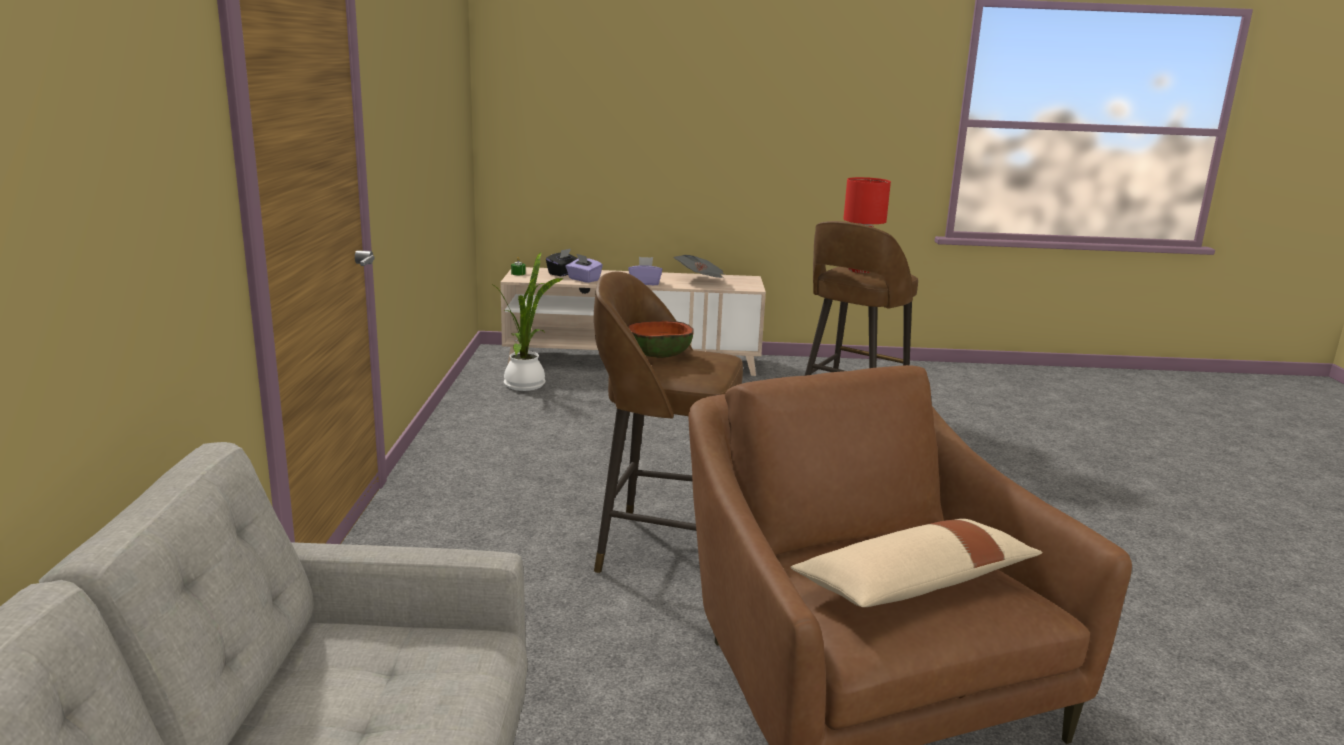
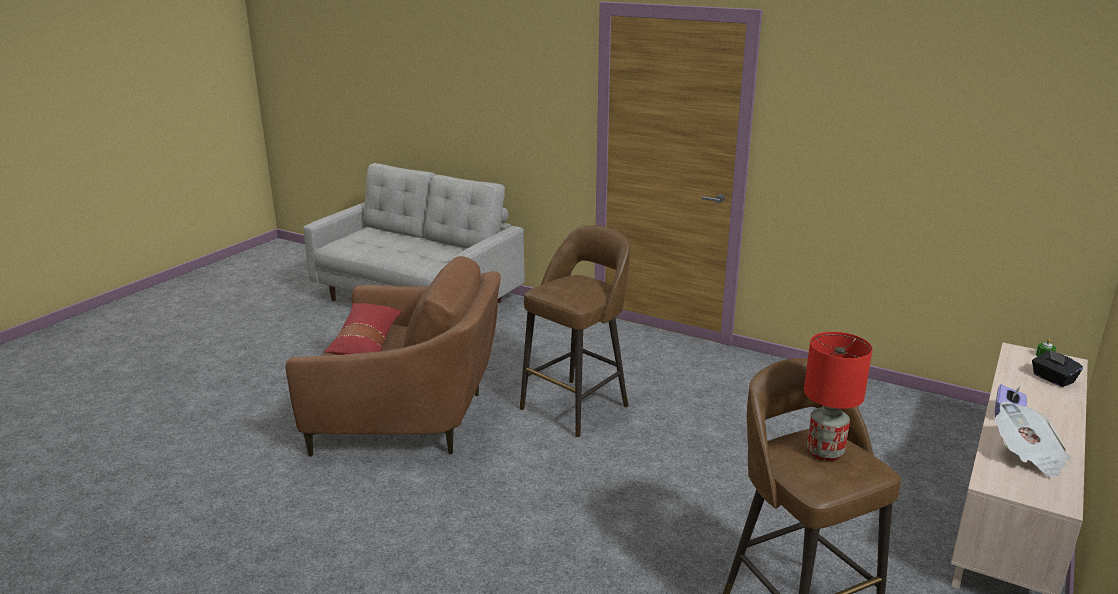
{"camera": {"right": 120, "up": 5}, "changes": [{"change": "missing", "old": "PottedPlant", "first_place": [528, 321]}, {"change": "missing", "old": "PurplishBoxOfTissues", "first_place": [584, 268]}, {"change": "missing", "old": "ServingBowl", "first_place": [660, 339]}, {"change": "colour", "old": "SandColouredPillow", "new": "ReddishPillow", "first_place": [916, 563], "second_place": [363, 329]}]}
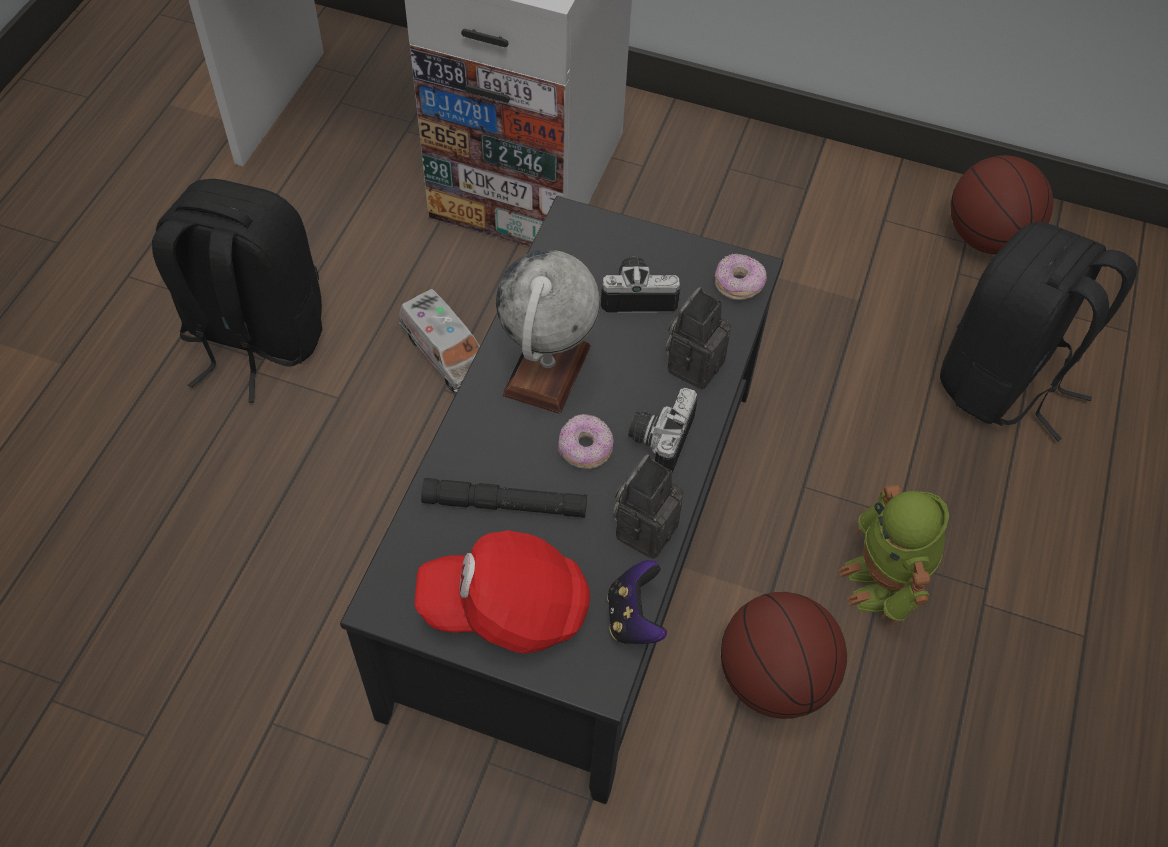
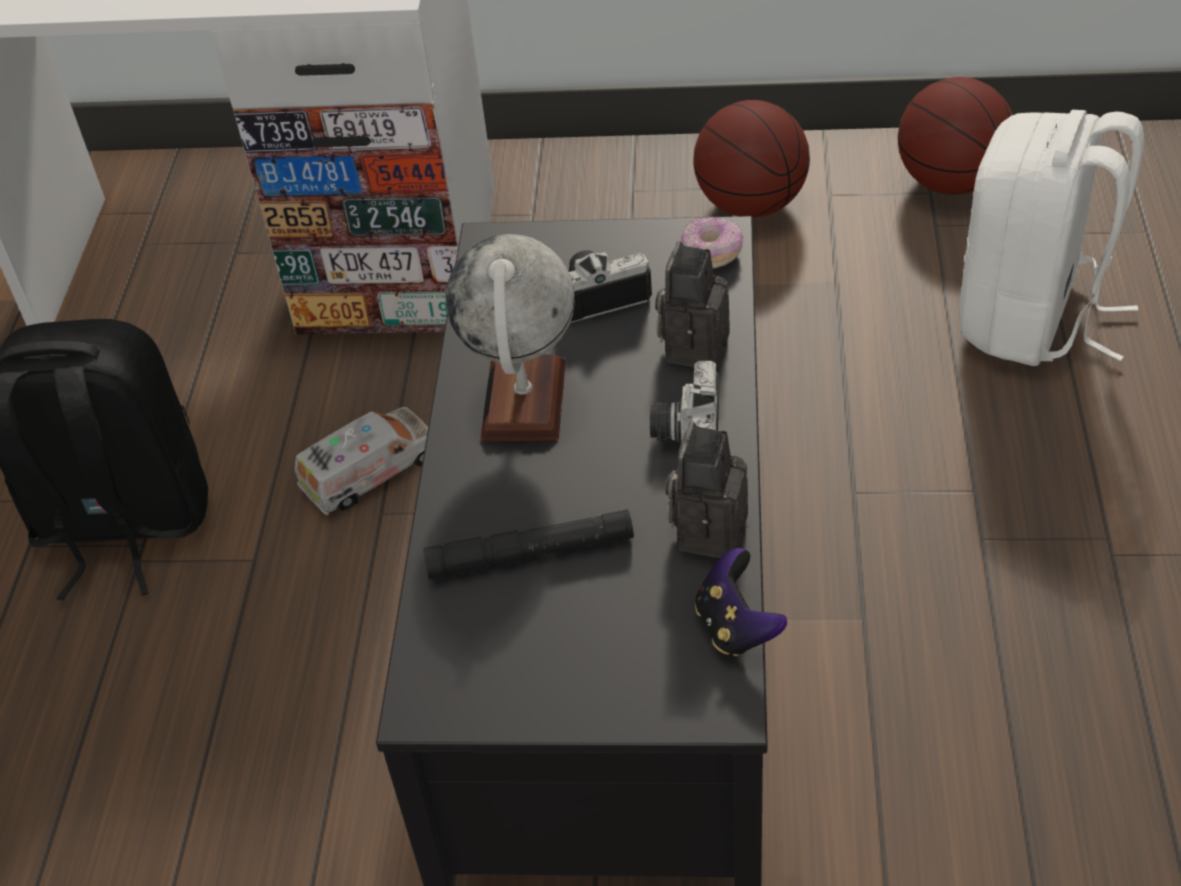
{"camera": {"right": -10, "up": -10}, "changes": [{"change": "spun", "old": "ModelTruck", "first_place": [439, 341], "second_place": [361, 461], "degrees": -75}, {"change": "missing", "old": "ReddishCap", "first_place": [502, 592]}, {"change": "missing", "old": "Donut", "first_place": [586, 441]}, {"change": "relocated", "old": "BallForBasketball", "first_place": [784, 655], "second_place": [751, 158]}, {"change": "missing", "old": "ModelRobot", "first_place": [893, 555]}, {"change": "colour", "old": "BlackishRucksack", "new": "WhiteRucksack", "first_place": [1038, 331], "second_place": [1051, 238]}]}
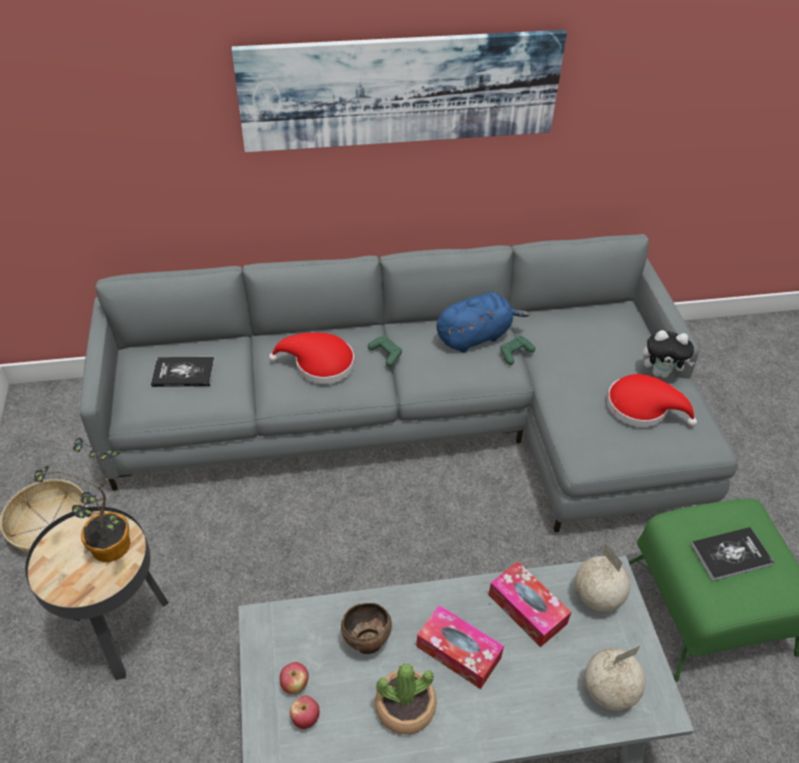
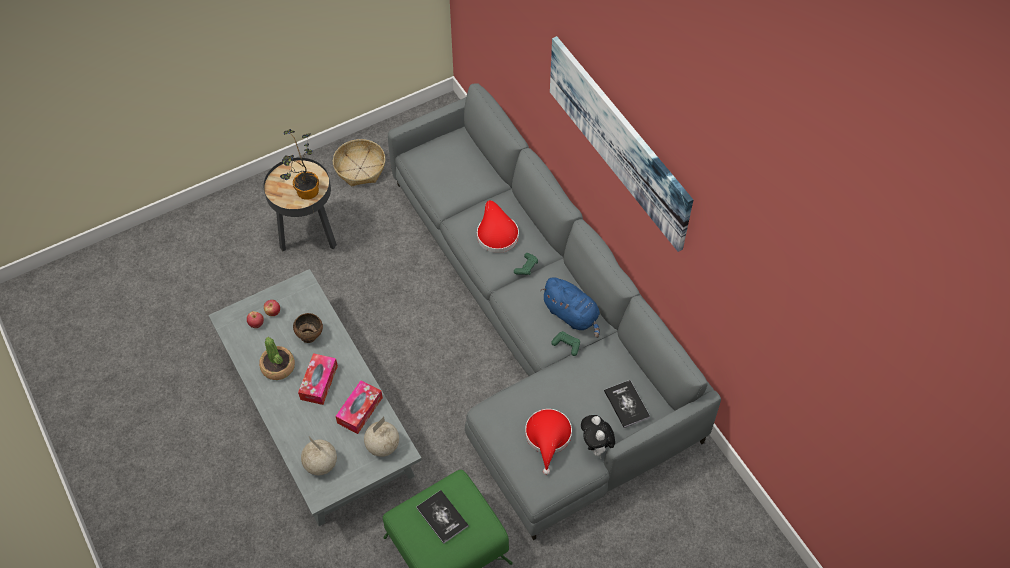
{"camera": {"right": 70, "up": 10}, "changes": [{"change": "relocated", "old": "BoundBook", "first_place": [183, 372], "second_place": [627, 404]}]}
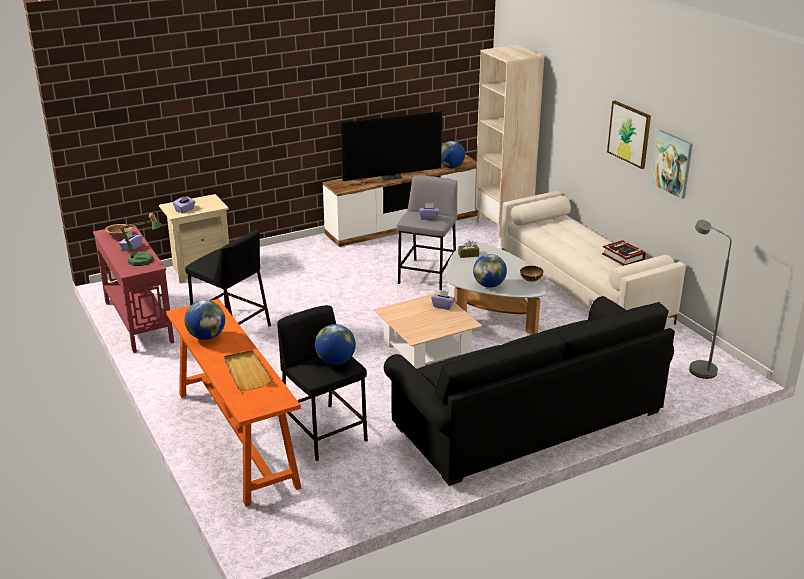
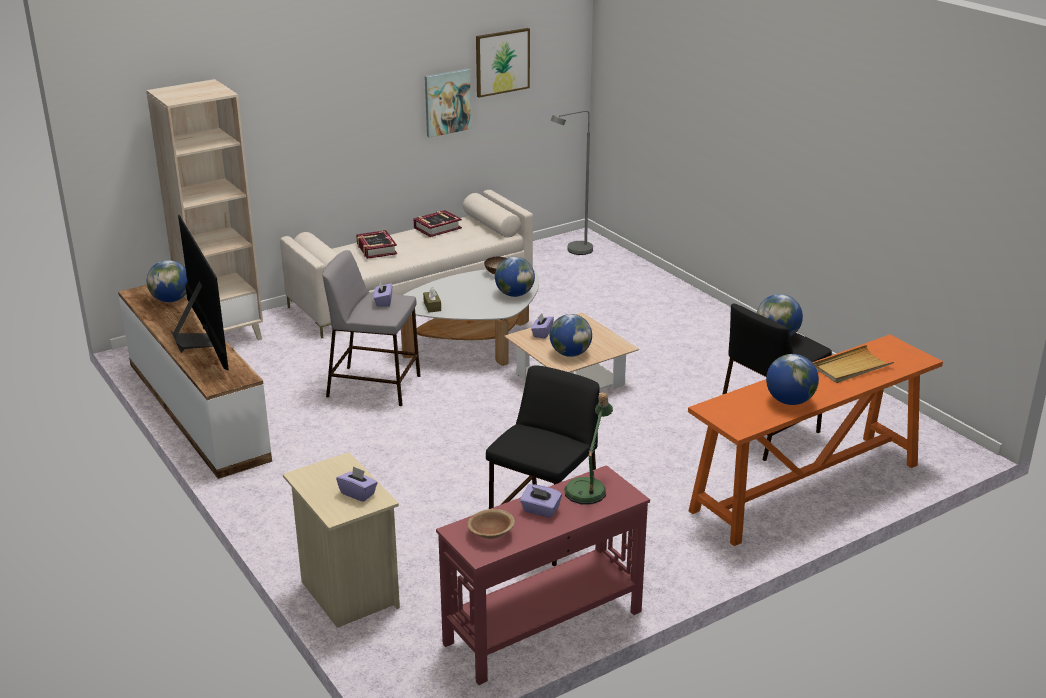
{"camera": {"right": -95, "up": 0}, "changes": [{"change": "missing", "old": "BlackishSettee", "first_place": [529, 391]}, {"change": "relocated", "old": "WallPicture", "first_place": [629, 135], "second_place": [503, 63]}, {"change": "appeared", "new": "BoundBook", "second_place": [376, 244]}, {"change": "appeared", "new": "WorldGlobe", "second_place": [571, 335]}]}
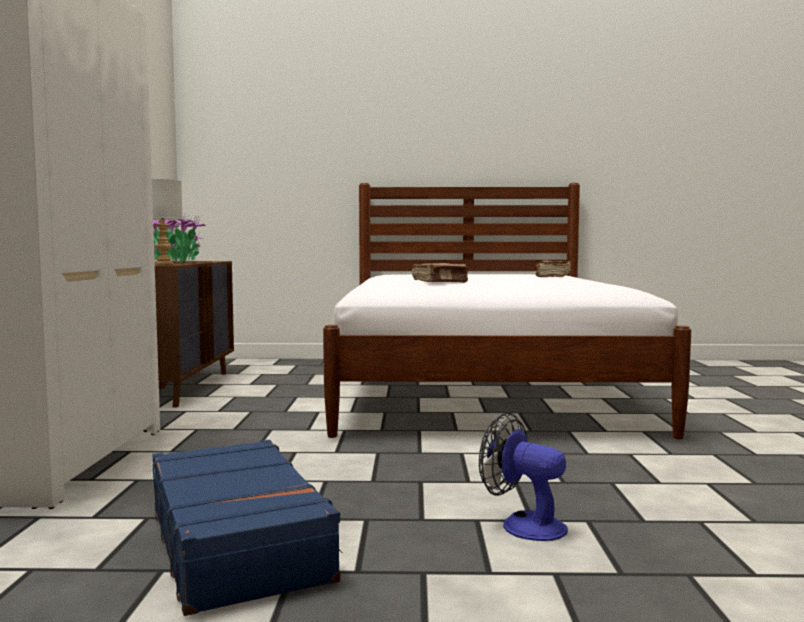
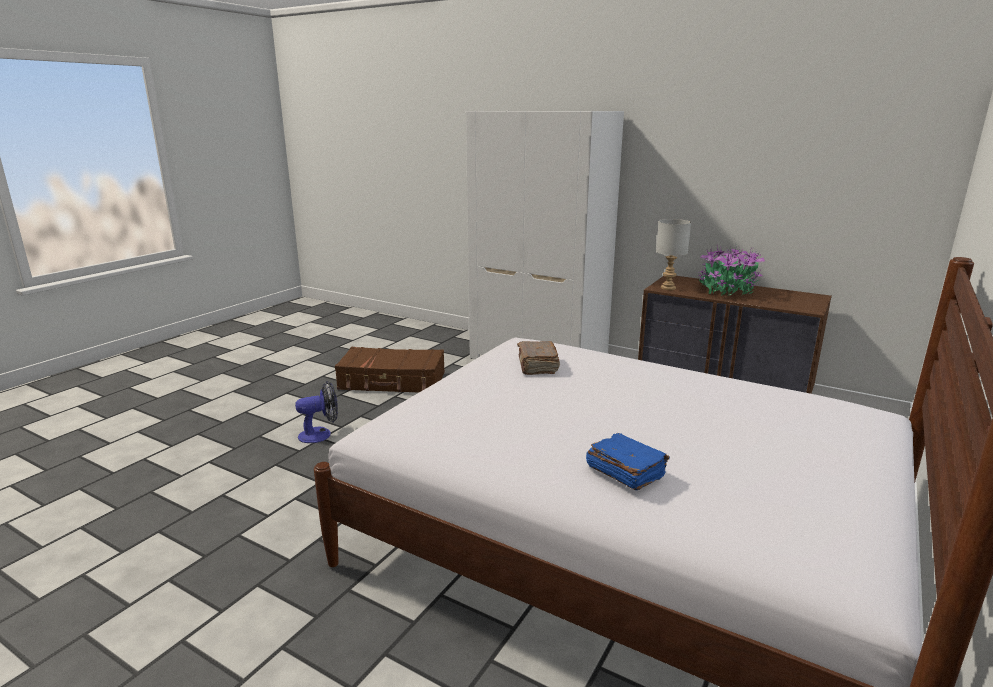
{"camera": {"right": 120, "up": 15}, "changes": [{"change": "colour", "old": "BlueColouredTravelCase", "new": "BrownColouredTravelCase", "first_place": [248, 528], "second_place": [390, 369]}, {"change": "colour", "old": "BrownColouredBoundBook", "new": "BlueColouredBoundBook", "first_place": [553, 268], "second_place": [628, 461]}]}
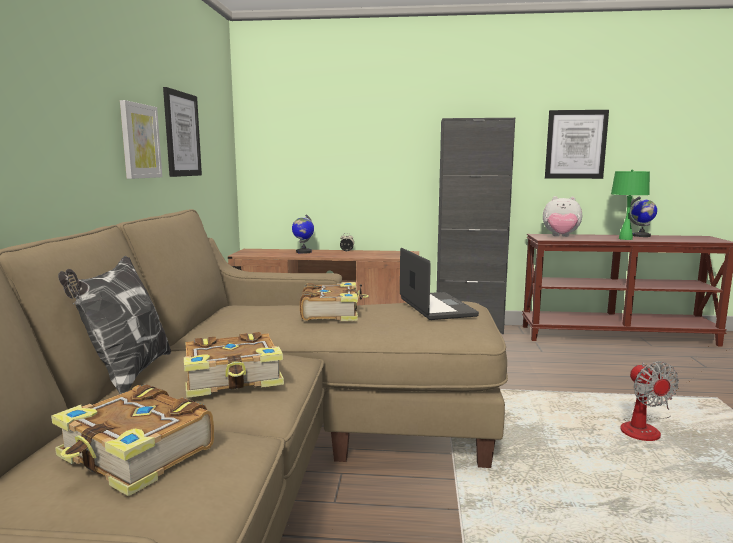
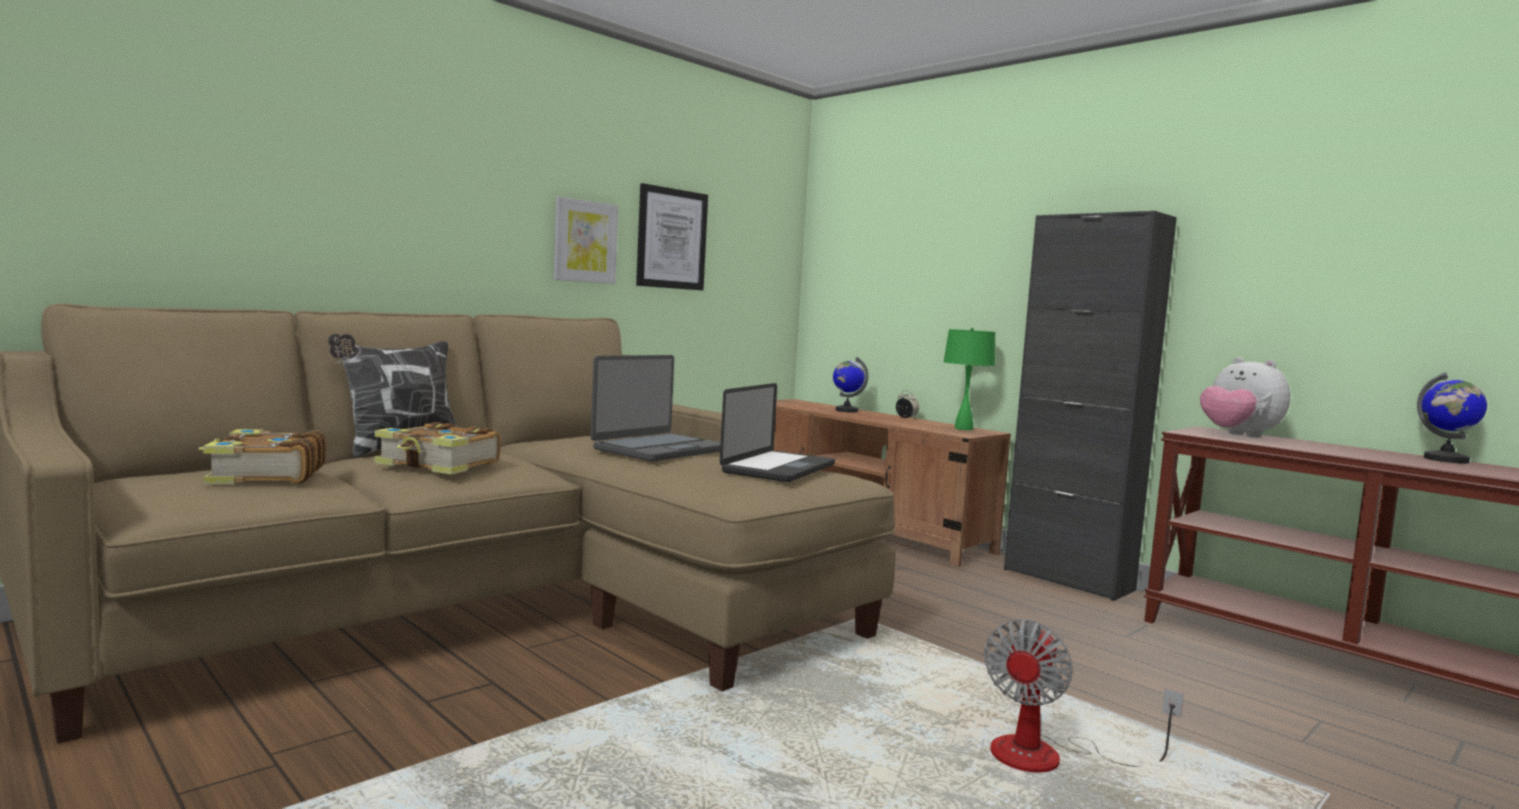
{"camera": {"right": 40, "up": -5}, "changes": [{"change": "exchanged", "old": "BoundBook", "new": "NotebookComputer", "first_place": [334, 301], "second_place": [656, 408]}, {"change": "missing", "old": "WallPicture", "first_place": [577, 144]}, {"change": "relocated", "old": "GreenColouredLampForATable", "first_place": [630, 204], "second_place": [969, 379]}]}
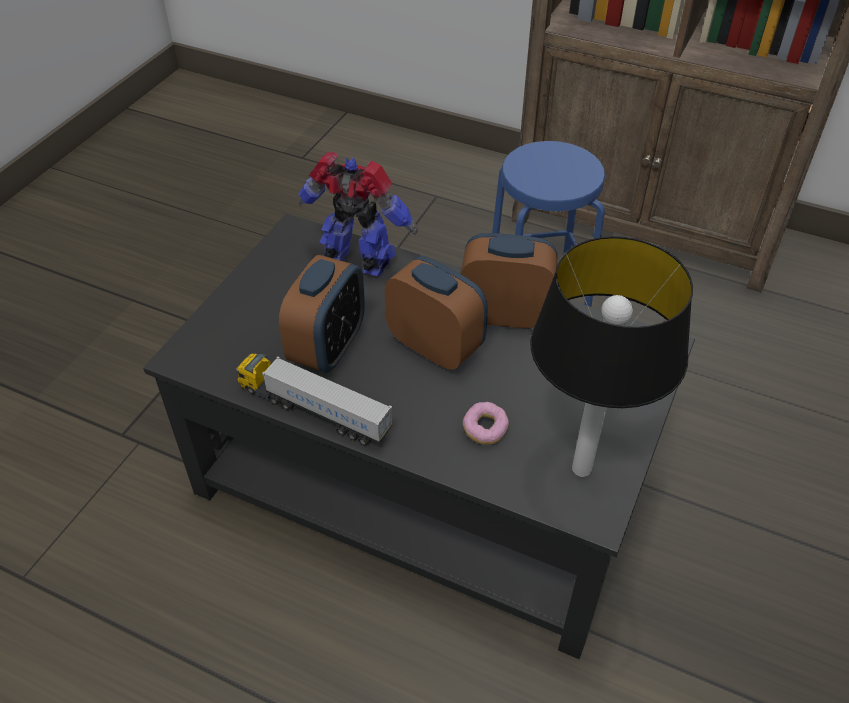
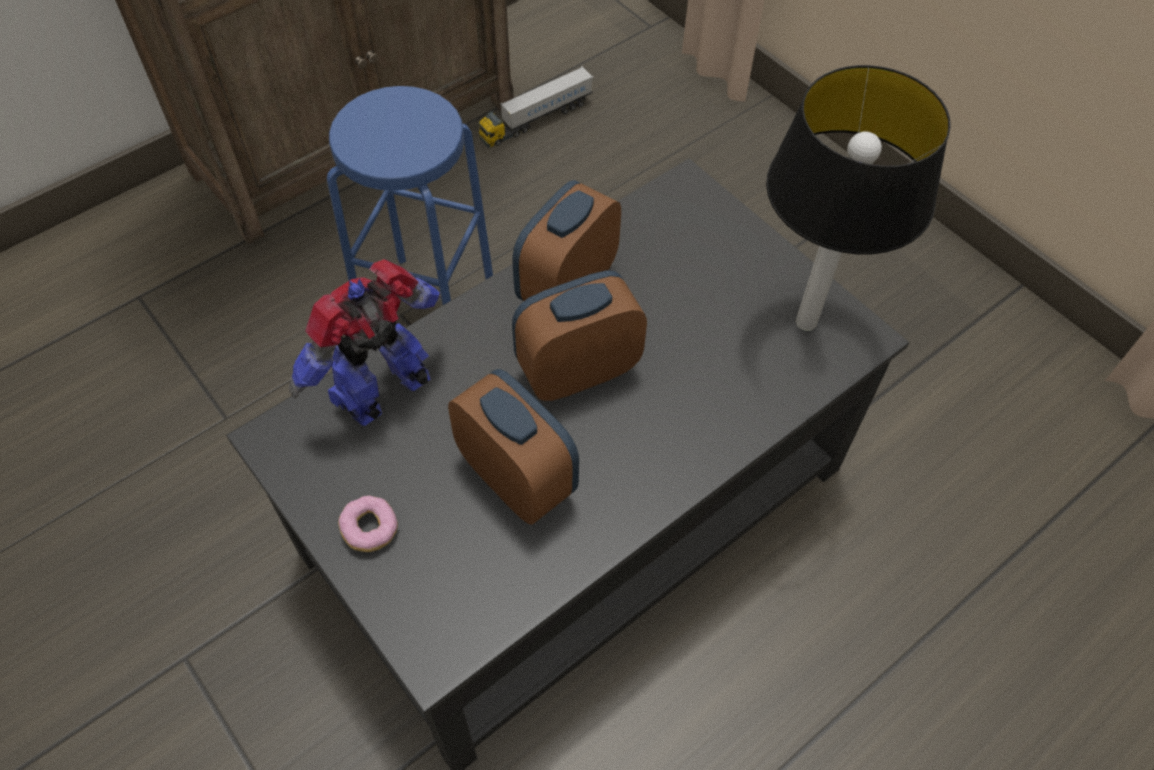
{"camera": {"right": -65, "up": 10}, "changes": [{"change": "relocated", "old": "ModelTruck", "first_place": [314, 400], "second_place": [535, 107]}, {"change": "relocated", "old": "Donut", "first_place": [486, 423], "second_place": [368, 523]}]}
